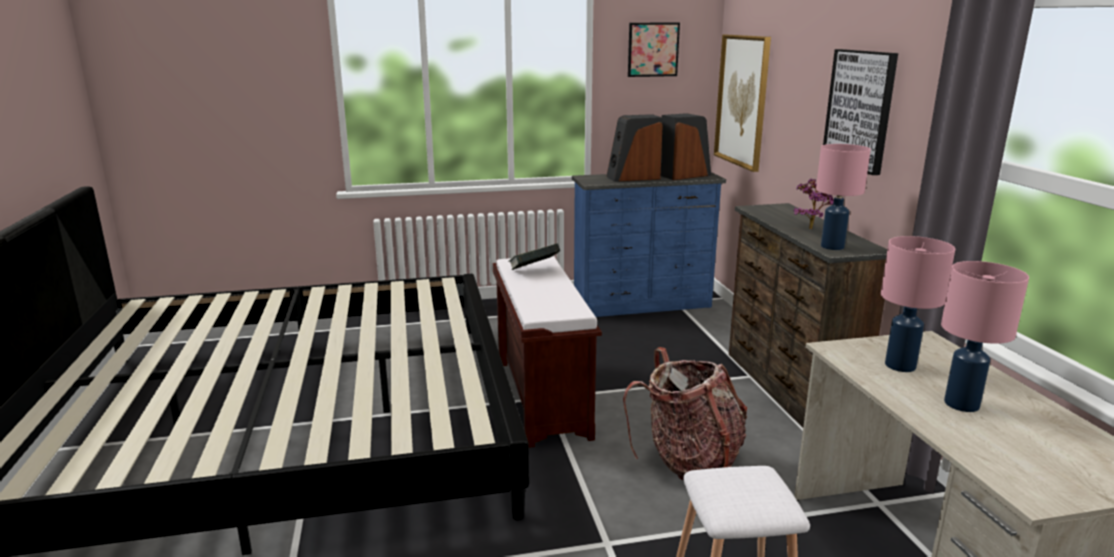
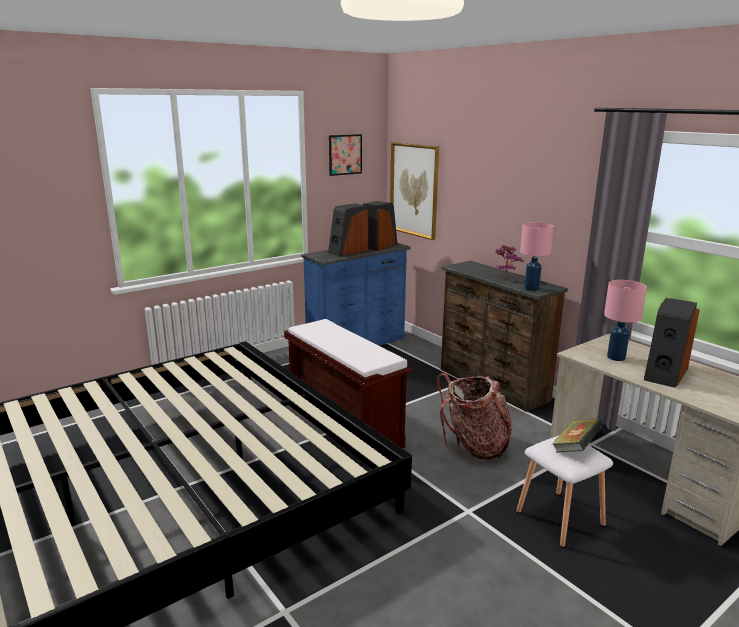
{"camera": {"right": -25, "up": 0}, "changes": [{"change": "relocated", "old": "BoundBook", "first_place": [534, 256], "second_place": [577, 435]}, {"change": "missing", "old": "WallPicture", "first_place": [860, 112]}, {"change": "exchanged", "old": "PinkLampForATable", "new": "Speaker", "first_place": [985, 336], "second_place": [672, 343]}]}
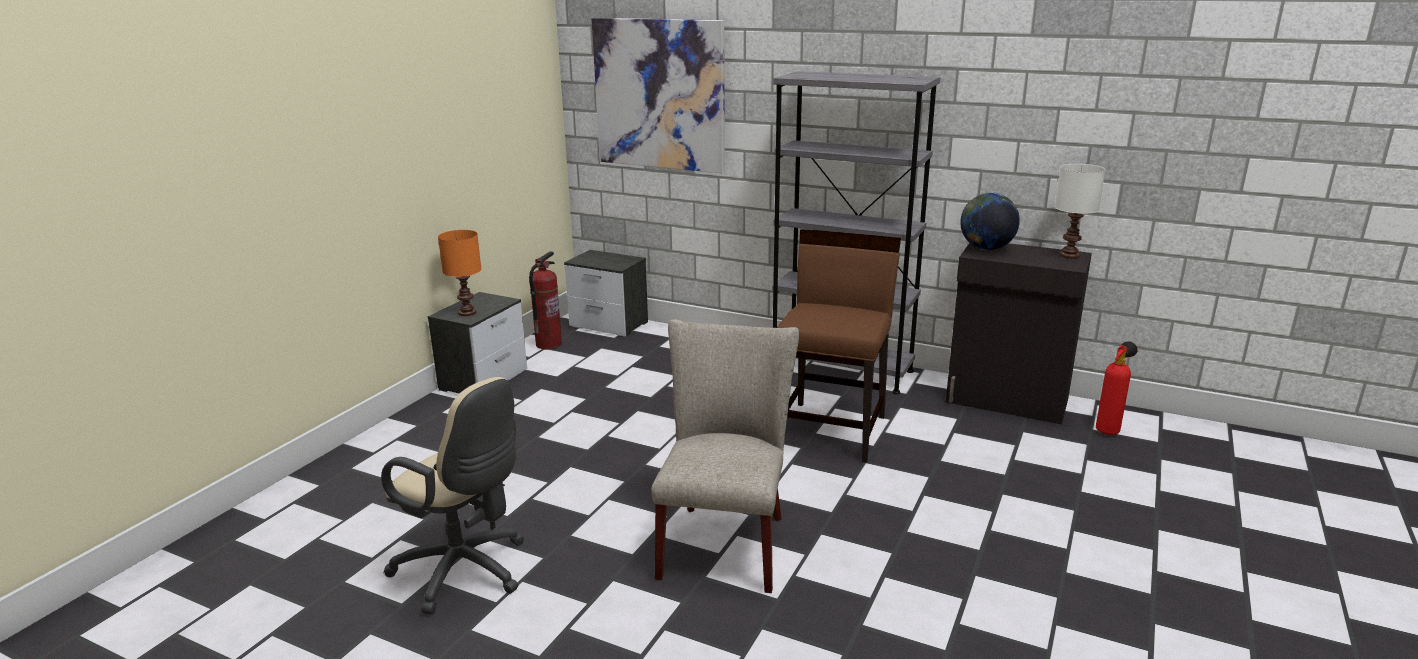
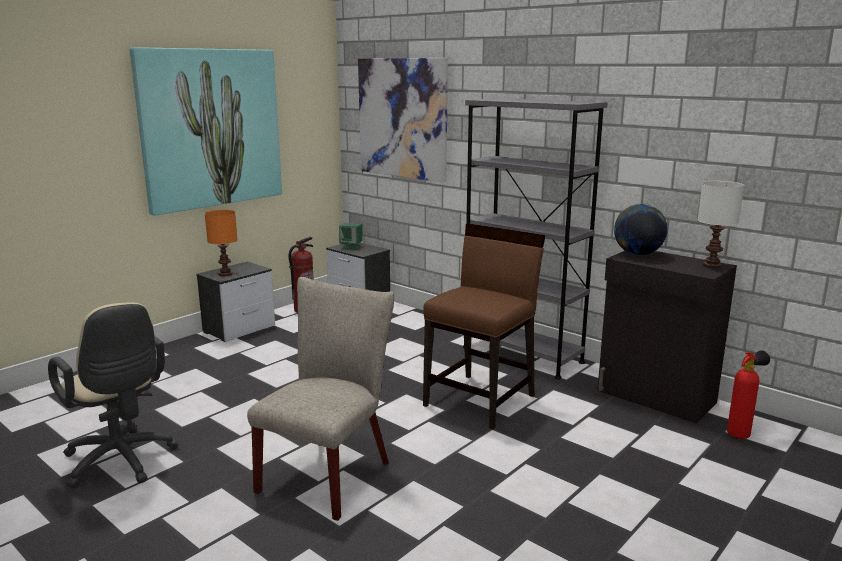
{"camera": {"right": 15, "up": -5}, "changes": [{"change": "appeared", "new": "WallPicture", "second_place": [205, 131]}, {"change": "appeared", "new": "GreenColouredSpeaker", "second_place": [350, 236]}]}
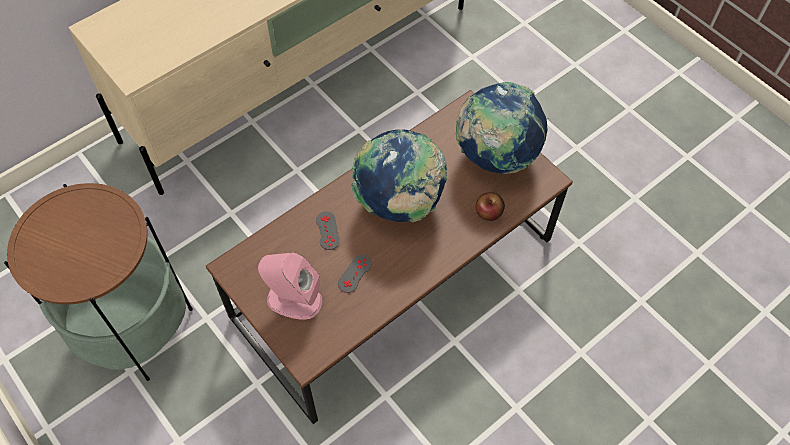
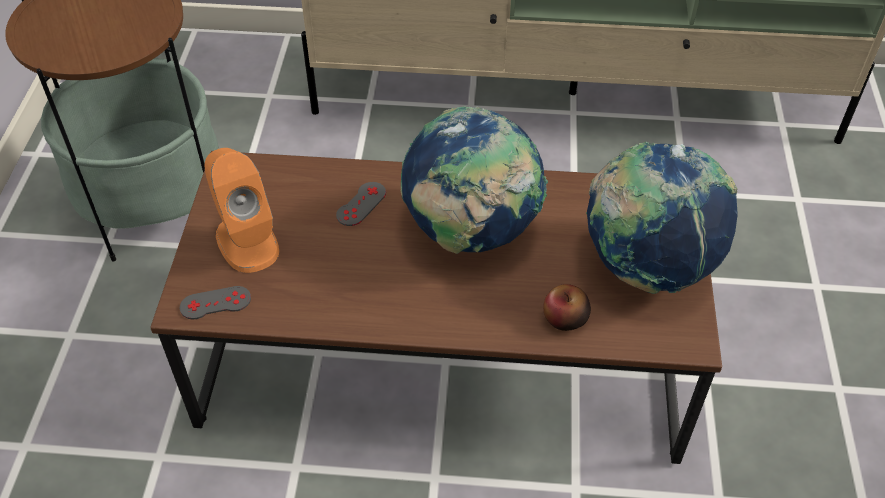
{"camera": {"right": 45, "up": -10}, "changes": [{"change": "colour", "old": "PinkSpeaker", "new": "OrangeSpeaker", "first_place": [290, 286], "second_place": [242, 210]}, {"change": "relocated", "old": "GrayGamepad", "first_place": [355, 274], "second_place": [215, 302]}]}
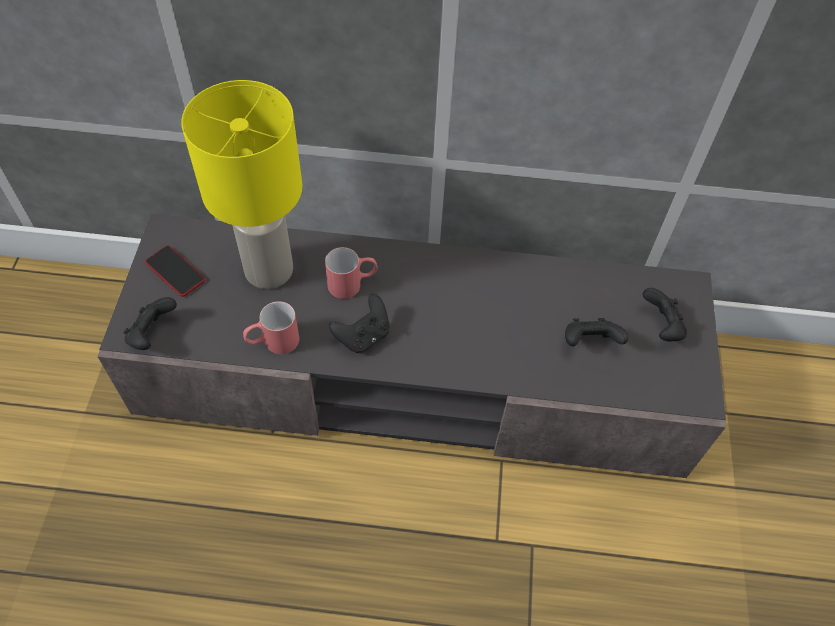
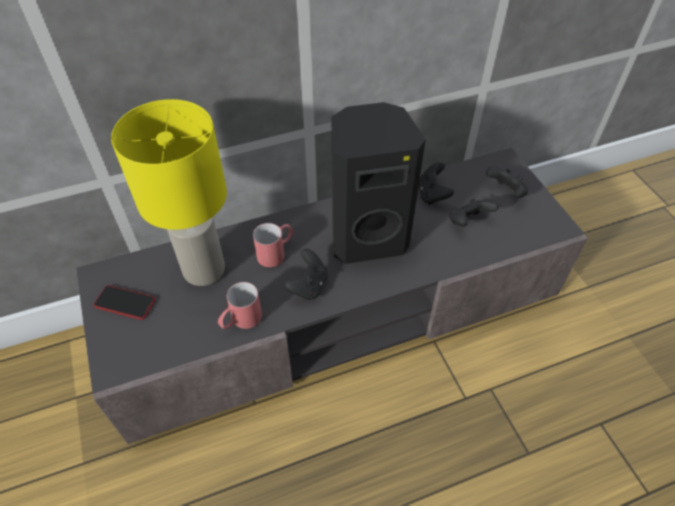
{"camera": {"right": -25, "up": -5}, "changes": [{"change": "relocated", "old": "BlackishGamepad", "first_place": [150, 323], "second_place": [436, 183]}, {"change": "appeared", "new": "BlackishSpeaker", "second_place": [379, 183]}]}
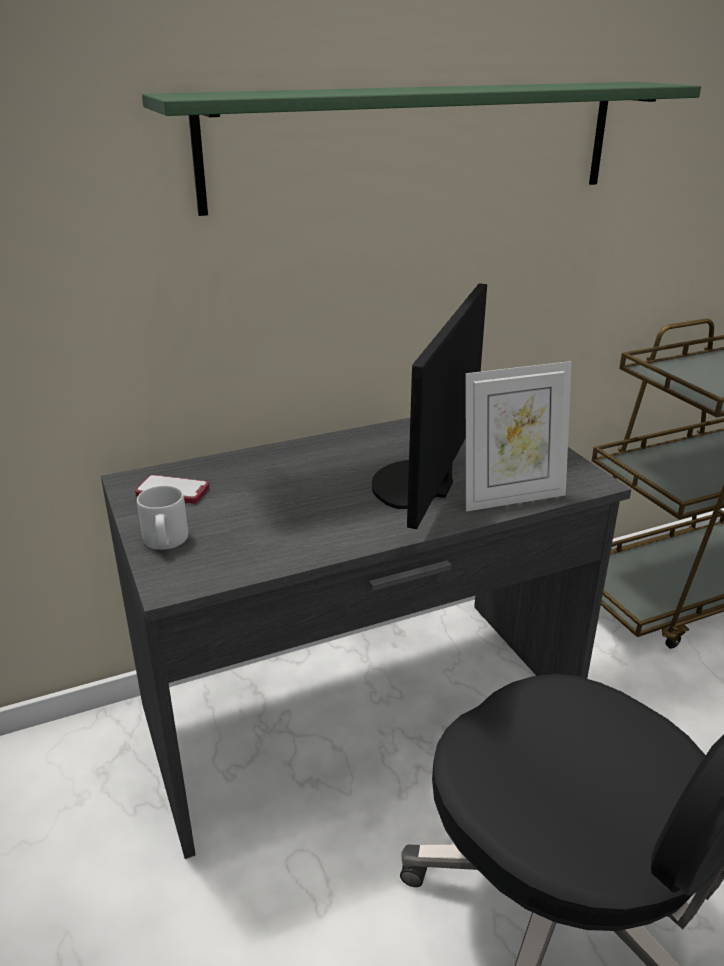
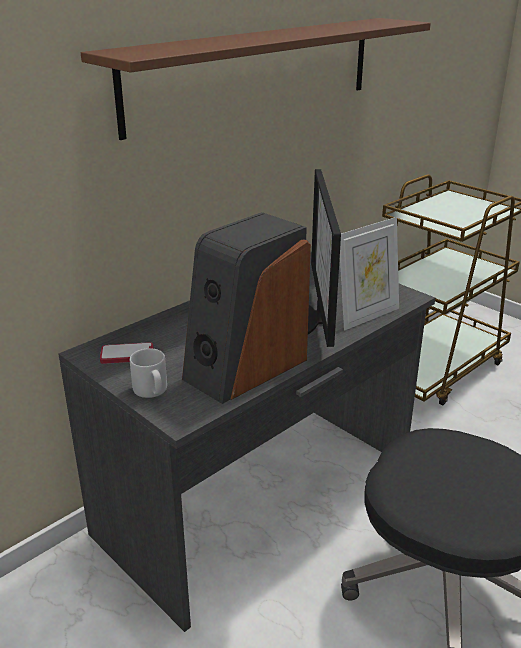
{"camera": {"right": -20, "up": 0}, "changes": [{"change": "colour", "old": "GreenColouredWallShelf", "new": "BrownColouredWallShelf", "first_place": [421, 149], "second_place": [256, 79]}, {"change": "appeared", "new": "Speaker", "second_place": [246, 308]}]}
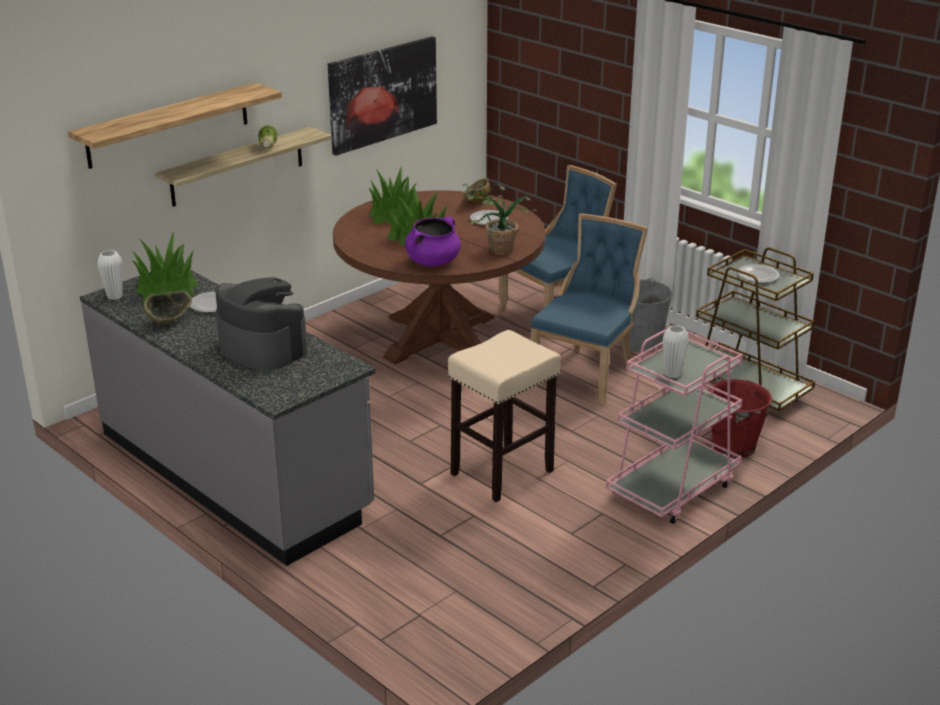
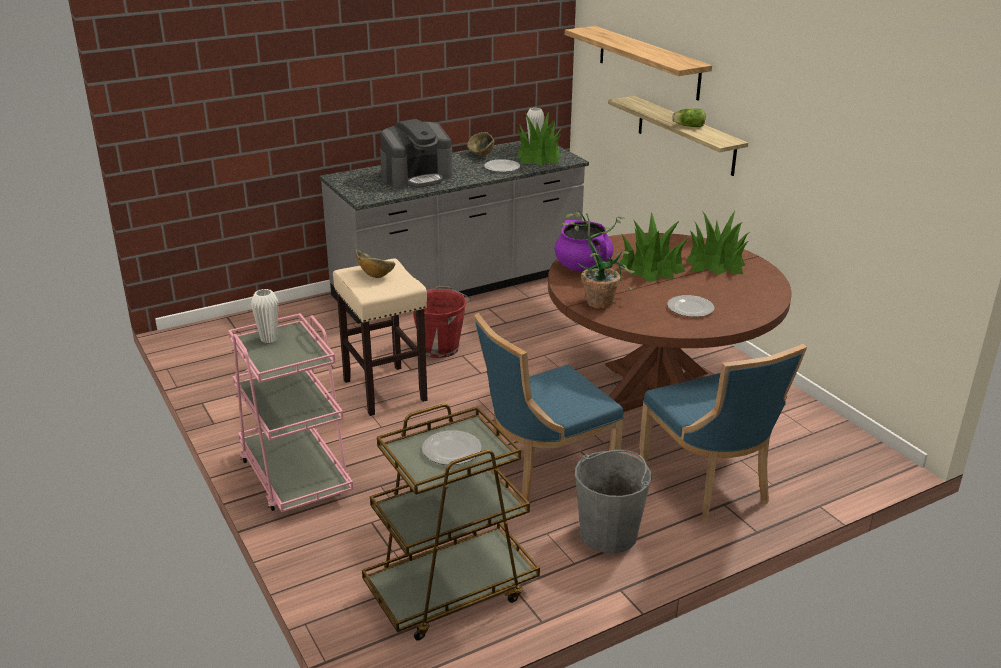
{"camera": {"right": 105, "up": 0}, "changes": [{"change": "missing", "old": "WallPicture", "first_place": [382, 96]}, {"change": "relocated", "old": "ServingBowl", "first_place": [476, 190], "second_place": [375, 264]}, {"change": "spun", "old": "BlueColouredUprightChair", "first_place": [589, 309], "second_place": [549, 410], "degrees": 105}, {"change": "relocated", "old": "ReddishBucket", "first_place": [739, 418], "second_place": [441, 322]}]}
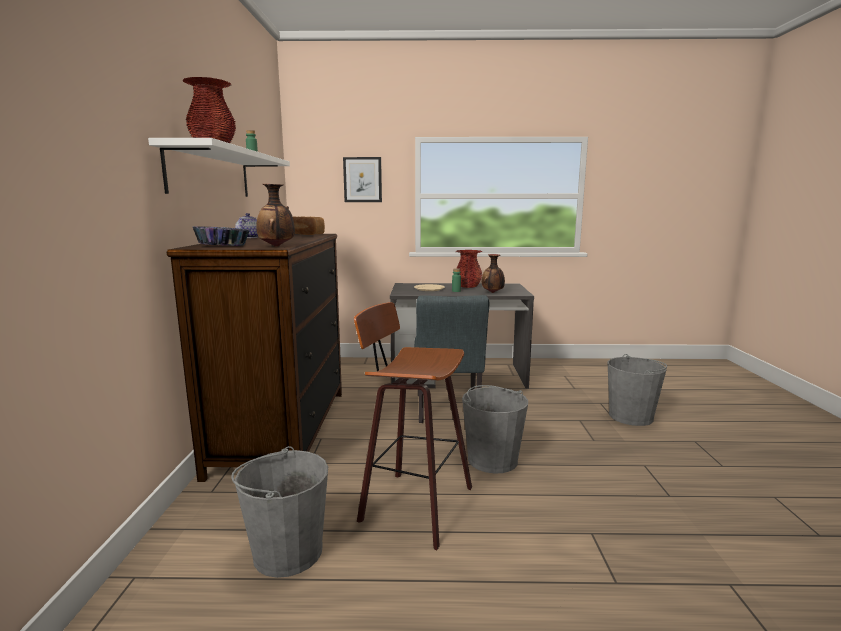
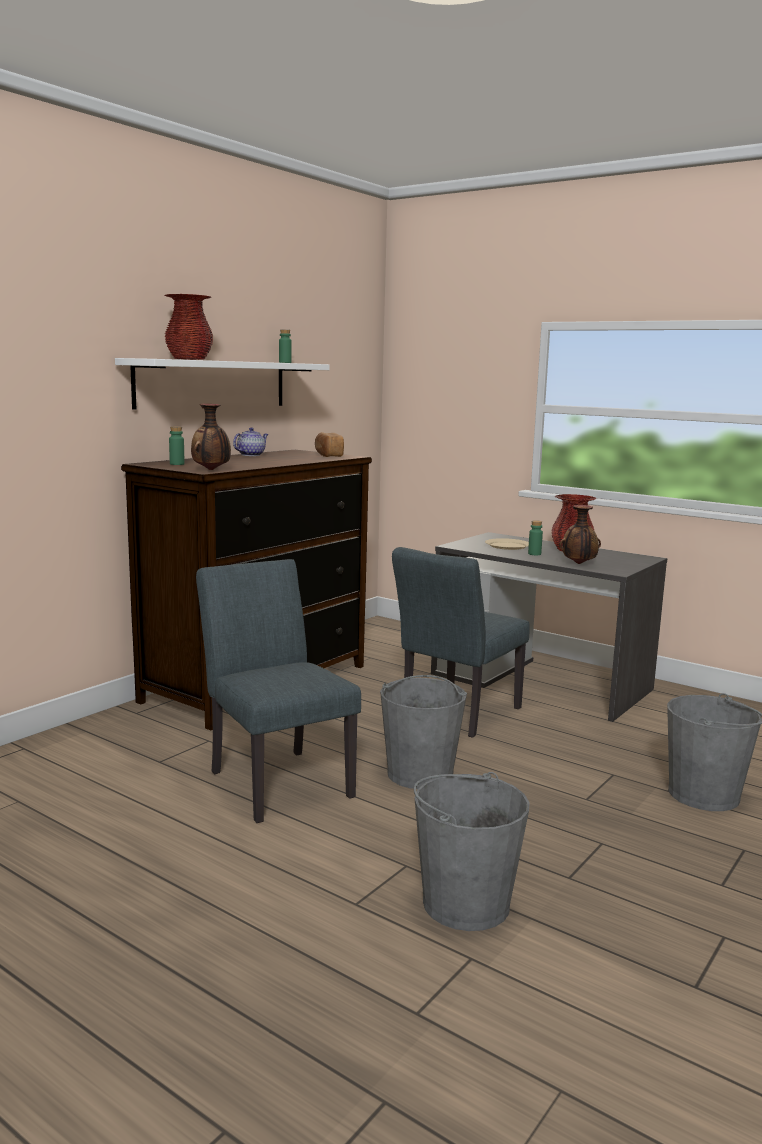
{"camera": {"right": 35, "up": 0}, "changes": [{"change": "exchanged", "old": "ServingBowl", "new": "GreenColouredBottle", "first_place": [221, 236], "second_place": [177, 445]}, {"change": "relocated", "old": "GrayBucket", "first_place": [279, 512], "second_place": [472, 851]}, {"change": "missing", "old": "WallPicture", "first_place": [362, 179]}, {"change": "exchanged", "old": "SittingStool", "new": "GrayUprightChair", "first_place": [413, 426], "second_place": [278, 691]}]}
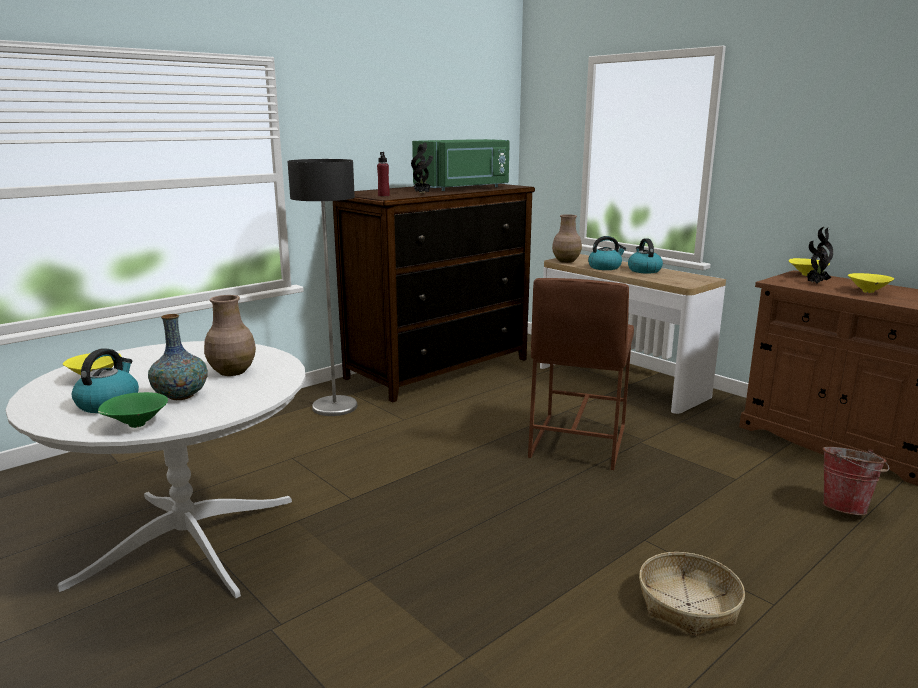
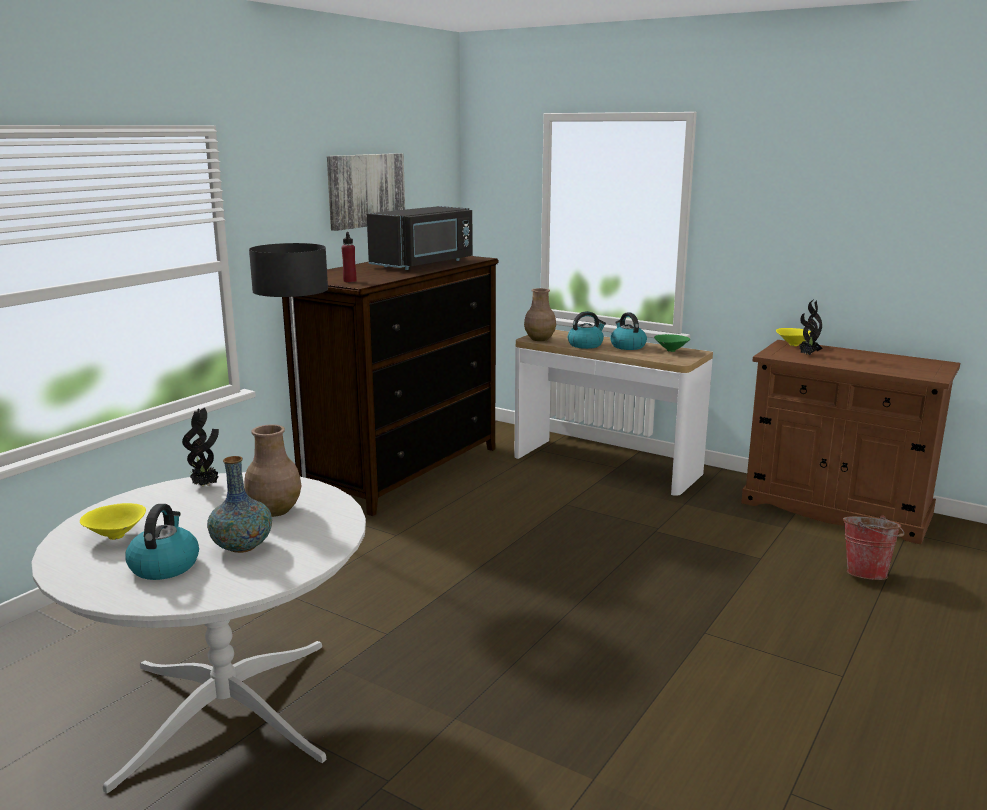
{"camera": {"right": -15, "up": 0}, "changes": [{"change": "relocated", "old": "GreenColouredServingBowl", "first_place": [133, 410], "second_place": [672, 343]}, {"change": "relocated", "old": "PottedPlant", "first_place": [422, 168], "second_place": [200, 447]}, {"change": "colour", "old": "GreenColouredMicrowave", "new": "BlackishMicrowave", "first_place": [461, 165], "second_place": [420, 238]}, {"change": "missing", "old": "BrownColouredSittingStool", "first_place": [581, 374]}, {"change": "missing", "old": "HouseholdBasket", "first_place": [692, 594]}, {"change": "missing", "old": "YellowServingBowl", "first_place": [871, 283]}, {"change": "appeared", "new": "WallPicture", "second_place": [366, 192]}]}
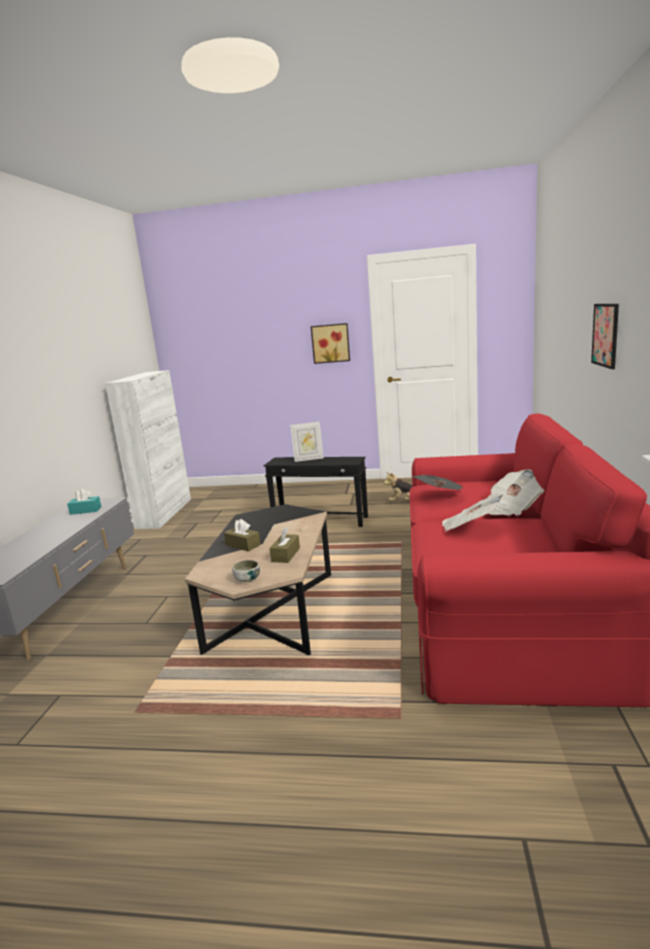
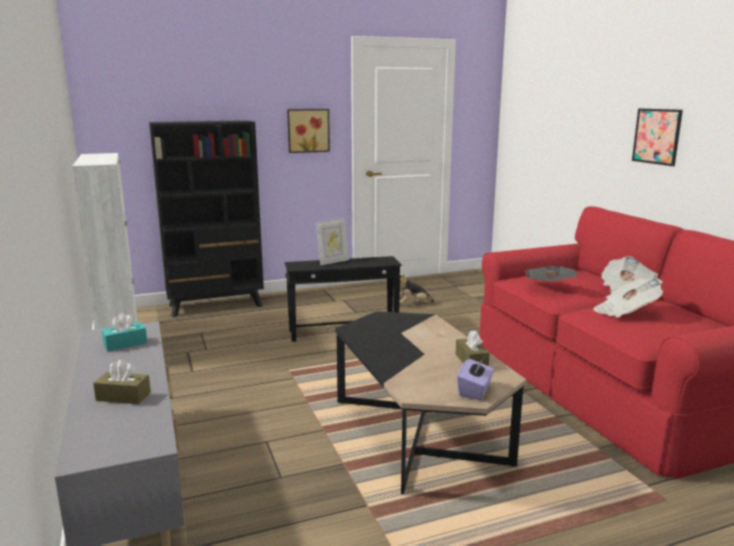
{"camera": {"right": -30, "up": 0}, "changes": [{"change": "relocated", "old": "BrownColouredBoxOfTissues", "first_place": [242, 535], "second_place": [122, 382]}, {"change": "exchanged", "old": "ServingBowl", "new": "PurplishBoxOfTissues", "first_place": [246, 571], "second_place": [475, 379]}, {"change": "appeared", "new": "BlackishBookcase", "second_place": [206, 218]}]}
